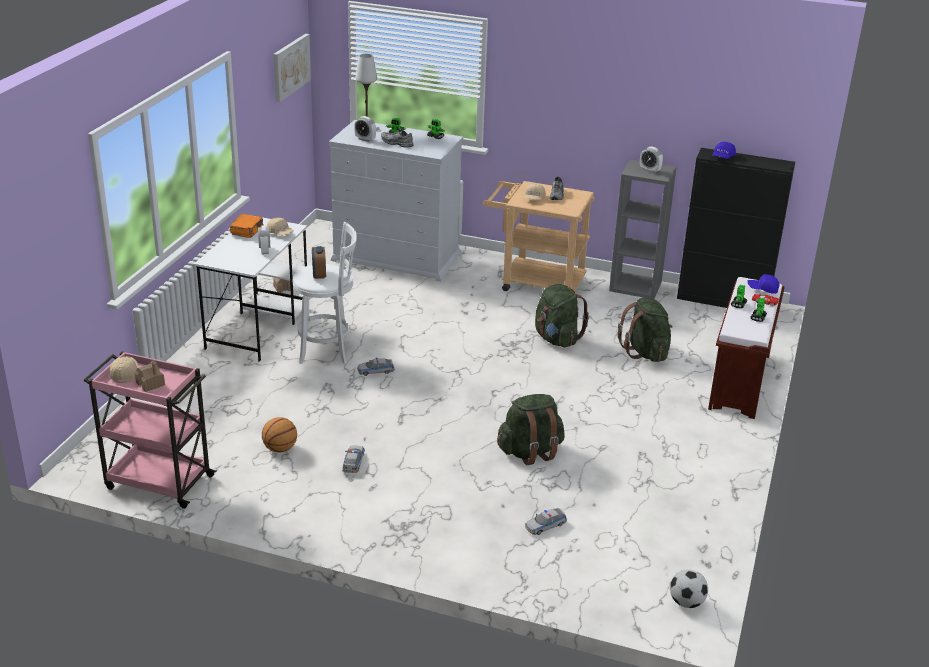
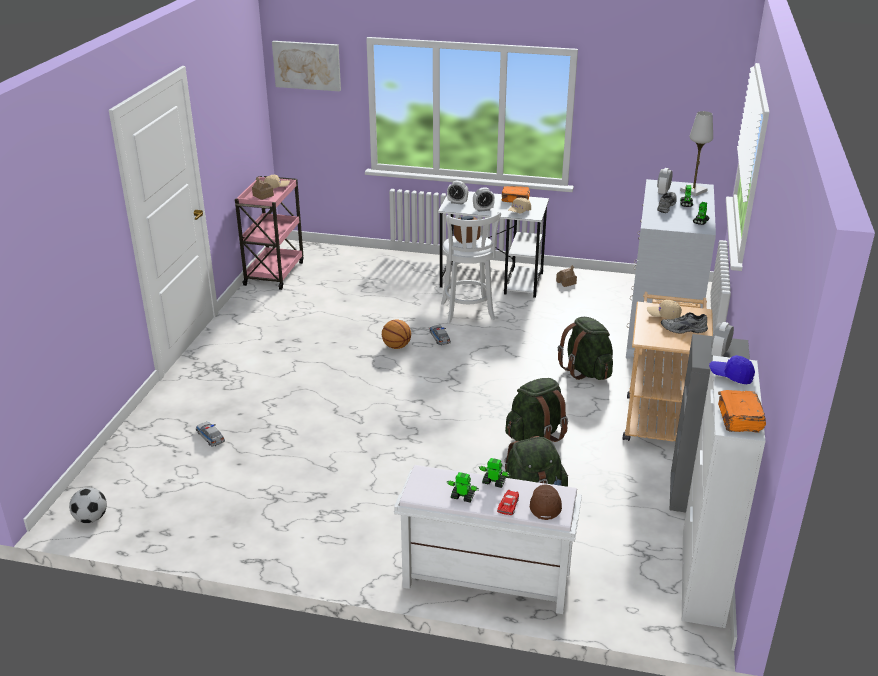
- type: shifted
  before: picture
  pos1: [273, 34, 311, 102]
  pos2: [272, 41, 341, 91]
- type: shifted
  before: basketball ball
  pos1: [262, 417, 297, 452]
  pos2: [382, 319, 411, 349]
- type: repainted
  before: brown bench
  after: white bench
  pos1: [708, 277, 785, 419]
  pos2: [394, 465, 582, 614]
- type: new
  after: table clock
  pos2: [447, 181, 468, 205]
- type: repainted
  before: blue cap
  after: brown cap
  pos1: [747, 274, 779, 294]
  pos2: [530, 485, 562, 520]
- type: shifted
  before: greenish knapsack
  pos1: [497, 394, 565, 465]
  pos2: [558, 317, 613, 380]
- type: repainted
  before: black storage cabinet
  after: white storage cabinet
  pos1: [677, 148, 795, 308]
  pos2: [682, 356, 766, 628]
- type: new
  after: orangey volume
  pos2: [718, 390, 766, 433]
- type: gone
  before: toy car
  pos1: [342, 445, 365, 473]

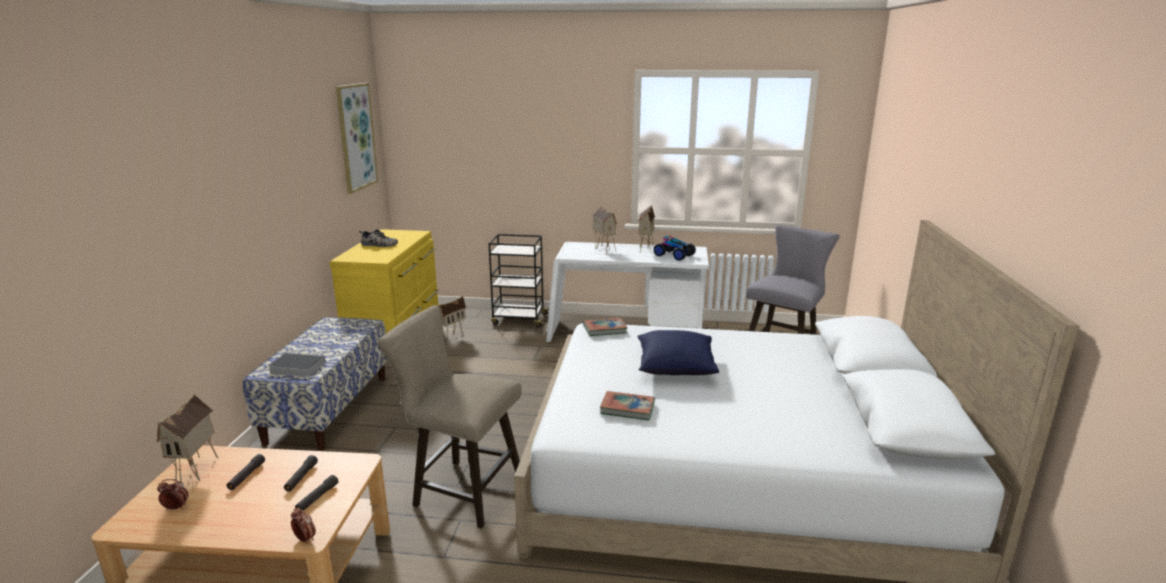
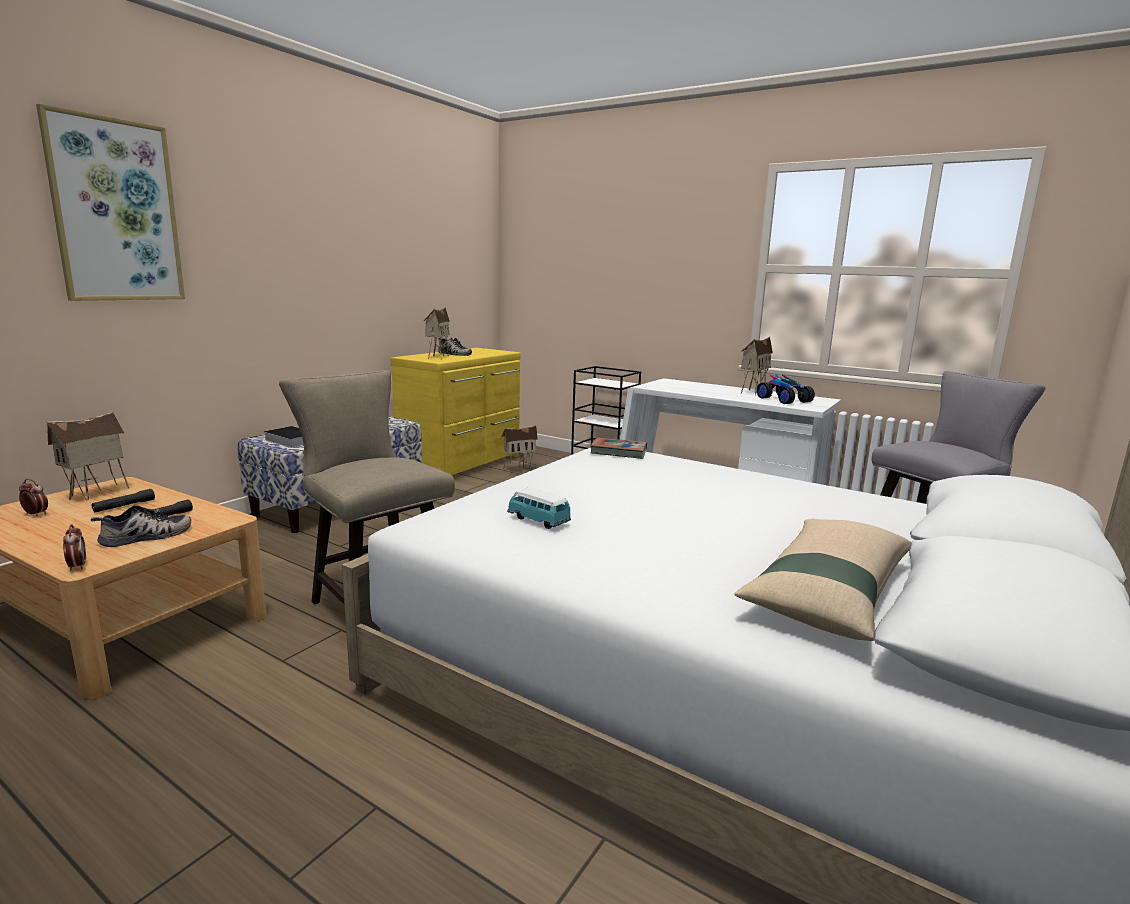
- type: shifted
  before: picture
  pos1: [336, 83, 378, 194]
  pos2: [36, 104, 185, 301]
- type: swapped
  before: black torch
  after: shoe
  pos1: [295, 475, 338, 511]
  pos2: [91, 506, 191, 547]
- type: shifted
  before: toy house
  pos1: [592, 205, 617, 254]
  pos2: [423, 307, 450, 360]
- type: swapped
  before: volume
  after: toy car
  pos1: [600, 391, 655, 421]
  pos2: [507, 488, 571, 529]
- type: new
  after: sand-coloured throw pillow
  pos2: [734, 519, 911, 641]
- type: gone
  before: blue throw pillow
  pos1: [637, 330, 719, 375]

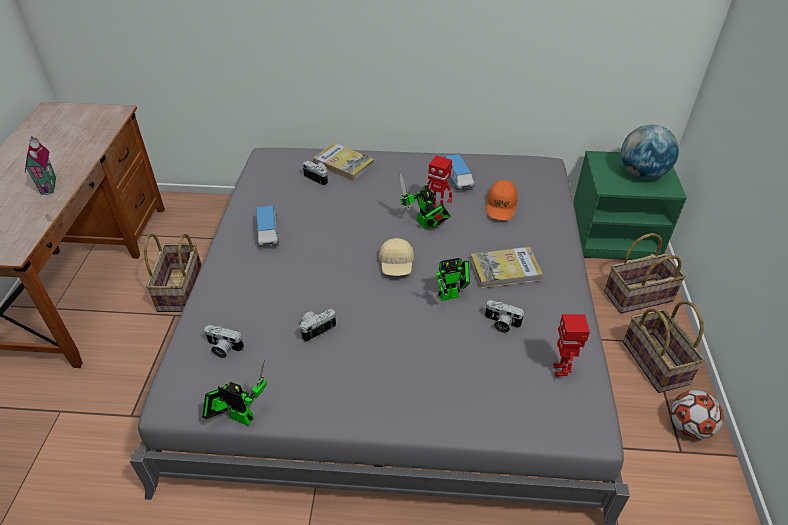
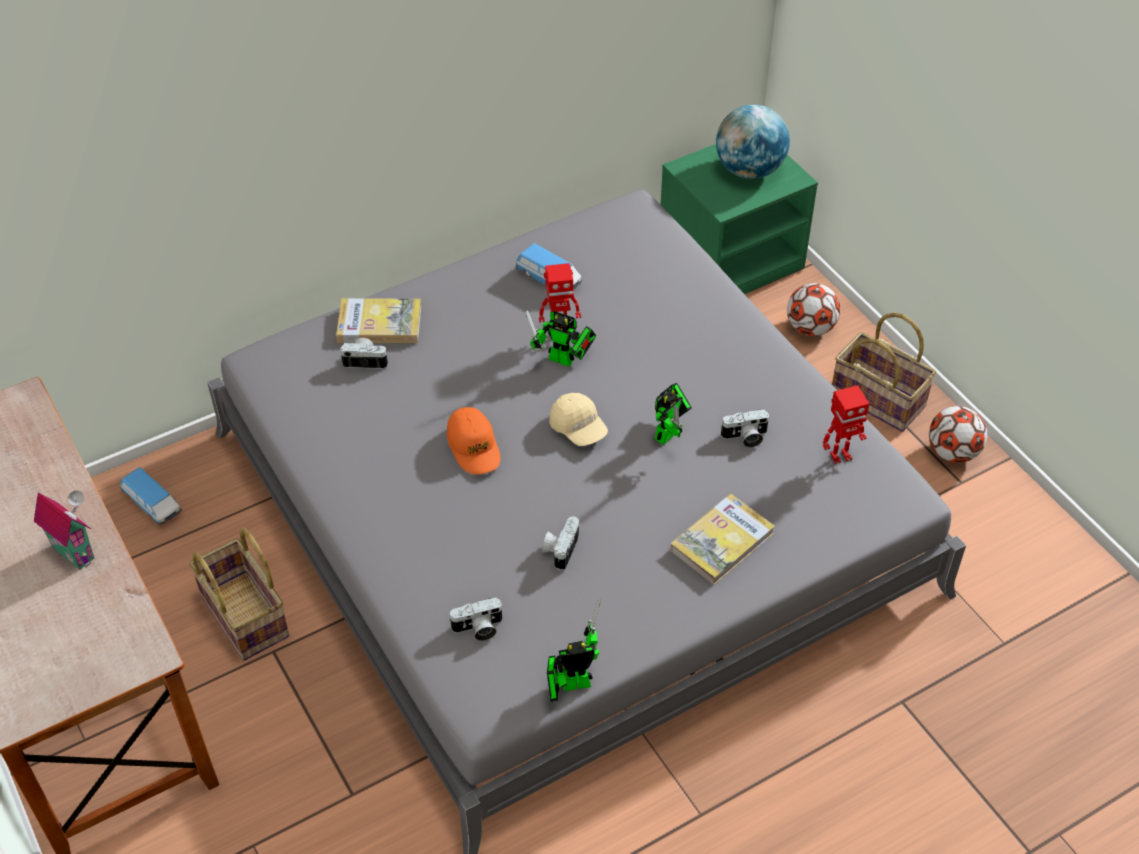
- type: shifted
  before: toy car
  pos1: [256, 205, 279, 246]
  pos2: [120, 467, 182, 525]
- type: shifted
  before: orangey cap
  pos1: [486, 180, 518, 220]
  pos2: [447, 407, 501, 475]
- type: shifted
  before: volume
  pos1: [470, 247, 543, 288]
  pos2: [670, 494, 775, 585]
- type: swapped
  before: household basket
  after: football ball
  pos1: [604, 233, 686, 313]
  pos2: [787, 283, 840, 336]
- type: rotated
  before: model robot
  pos1: [553, 314, 590, 377]
  pos2: [823, 385, 869, 464]
  turn: -75

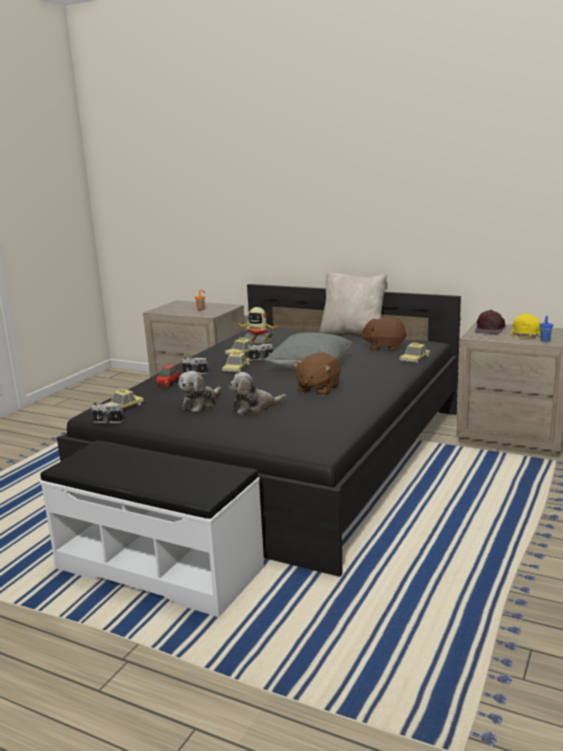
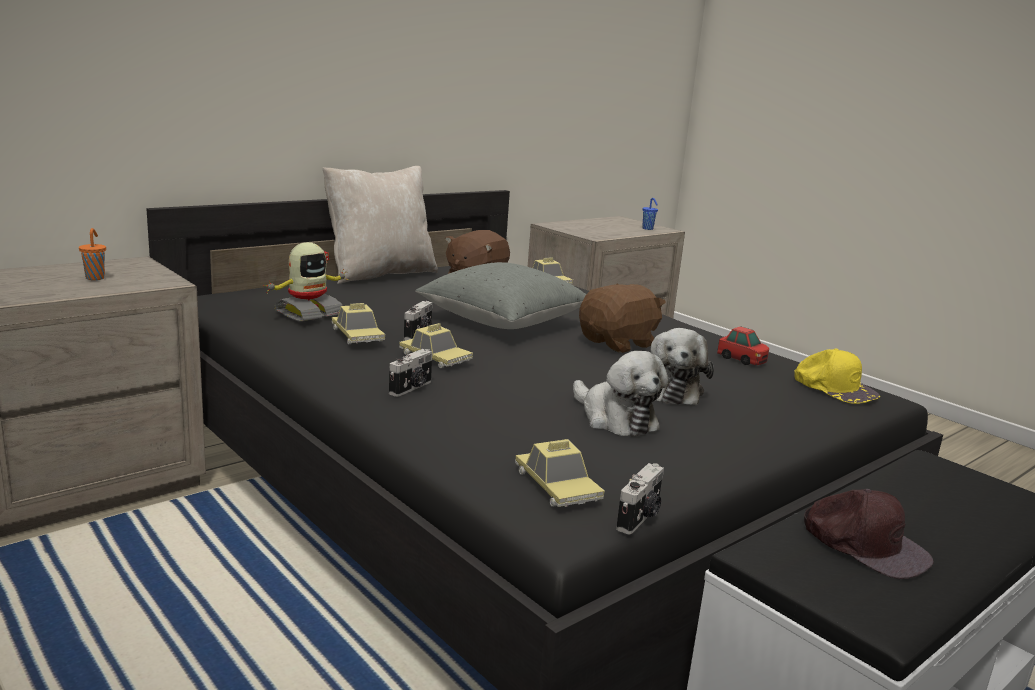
- type: rotated
  before: brown plush toy
  pos1: [293, 352, 341, 396]
  pos2: [579, 284, 666, 353]
  turn: -90
- type: shifted
  before: toy car
  pos1: [156, 366, 180, 387]
  pos2: [717, 326, 769, 365]
- type: shifted
  before: yellowish cap
  pos1: [510, 313, 541, 338]
  pos2: [794, 349, 880, 404]
- type: shifted
  before: brown cap
  pos1: [475, 310, 506, 334]
  pos2: [804, 489, 934, 579]

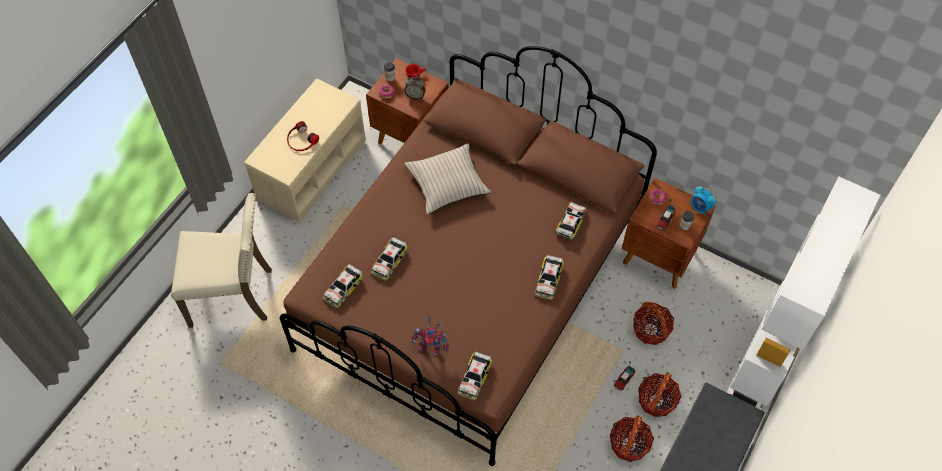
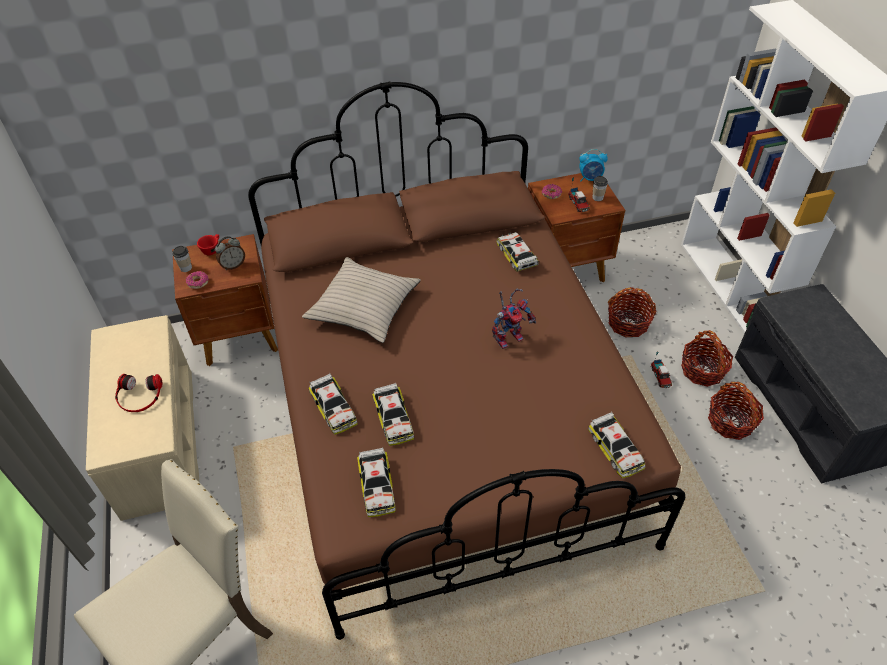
- type: shifted
  before: toy car
  pos1: [535, 255, 564, 300]
  pos2: [308, 374, 358, 435]
- type: shifted
  before: model robot
  pos1: [412, 316, 449, 356]
  pos2: [492, 289, 536, 349]

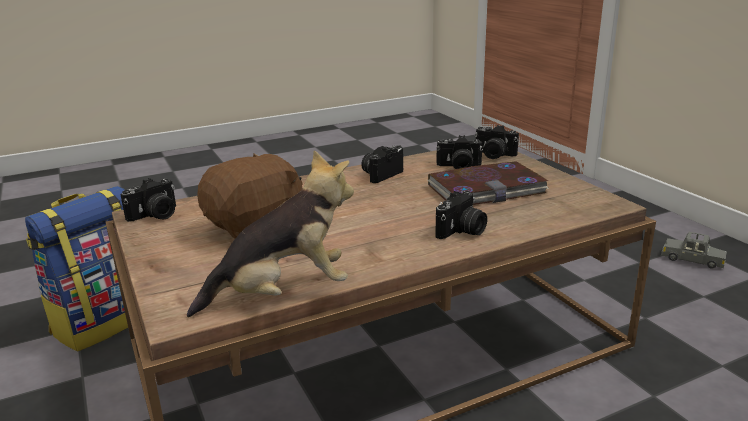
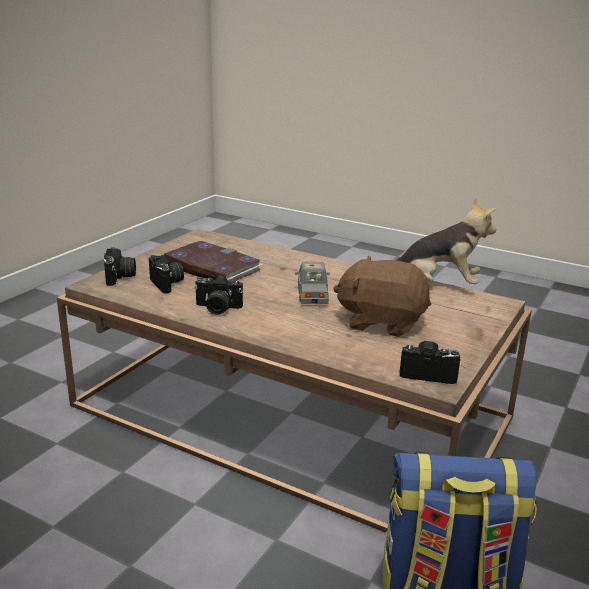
- type: shifted
  before: greyish toy car
  pos1: [661, 232, 727, 269]
  pos2: [295, 262, 330, 304]
- type: rotated
  before: plush toy
  pos1: [187, 150, 354, 317]
  pos2: [396, 198, 496, 284]
  turn: 150
- type: gone
  before: still camera
  pos1: [435, 191, 487, 239]

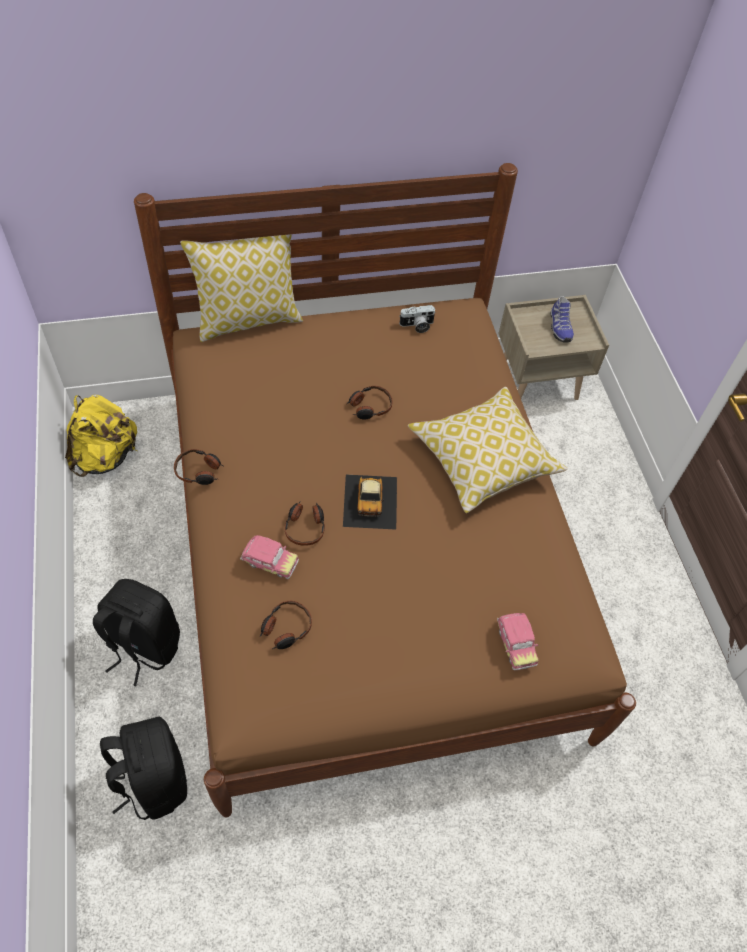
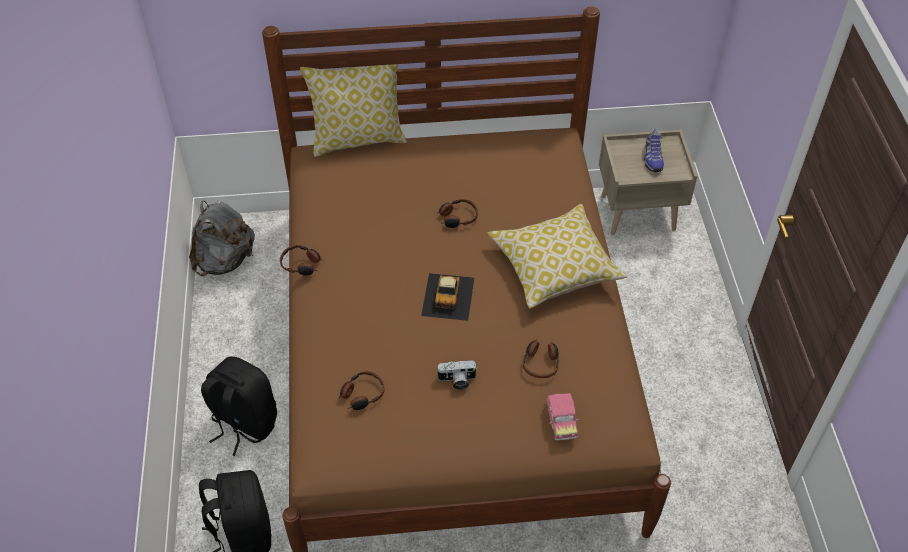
- type: repainted
  before: yellowish knapsack
  after: greyish knapsack
  pos1: [65, 394, 137, 477]
  pos2: [189, 201, 255, 276]
- type: shifted
  before: still camera
  pos1: [399, 305, 436, 333]
  pos2: [436, 360, 477, 390]
- type: shifted
  before: pair of headphones
  pos1: [285, 502, 325, 546]
  pos2: [523, 340, 559, 378]
- type: gone
  before: toy car
  pos1: [240, 535, 299, 579]

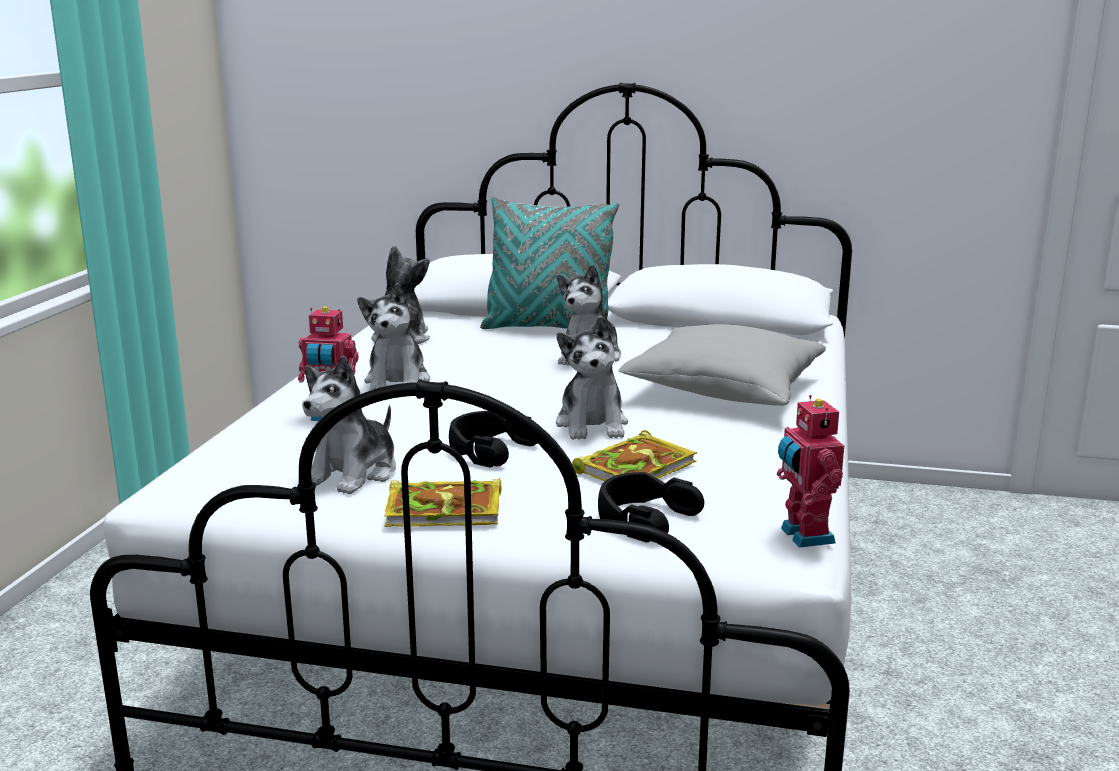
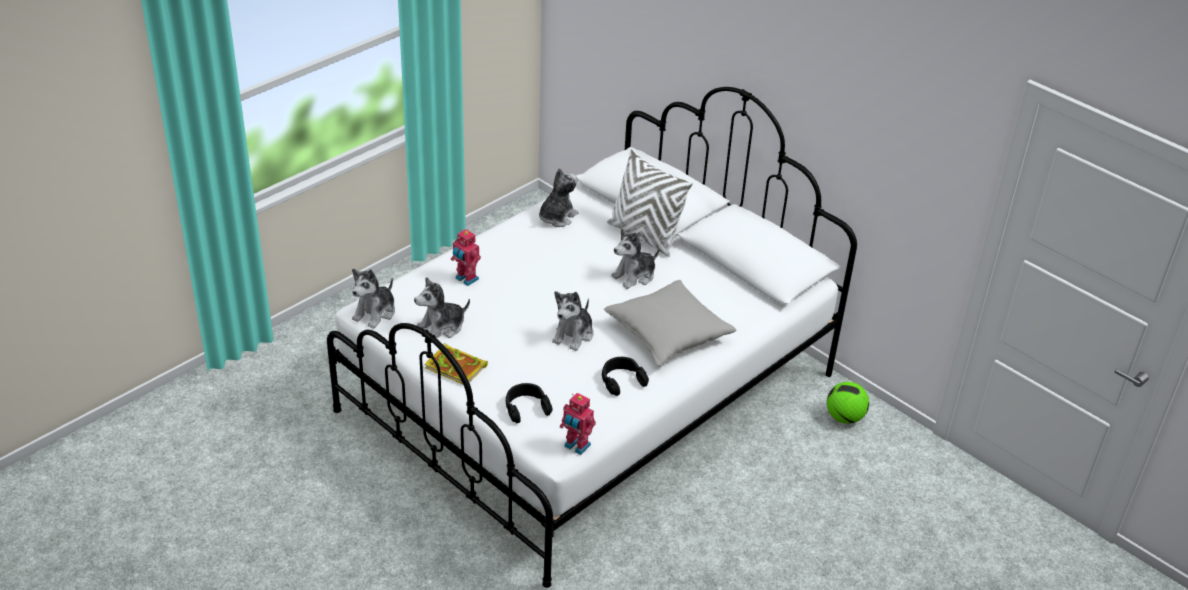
- type: shifted
  before: plush toy
  pos1: [357, 283, 430, 391]
  pos2: [352, 269, 395, 328]
- type: rotated
  before: model robot
  pos1: [777, 395, 844, 547]
  pos2: [560, 393, 596, 455]
  turn: -75
- type: shifted
  before: black pair of headphones
  pos1: [449, 411, 537, 468]
  pos2: [602, 357, 649, 396]
- type: repainted
  before: blue-green throw pillow
  after: white throw pillow
  pos1: [480, 197, 619, 329]
  pos2: [607, 149, 693, 257]
- type: new
  after: football ball
  pos2: [827, 382, 869, 424]
- type: gone
  before: volume
  pos1: [572, 430, 697, 481]

